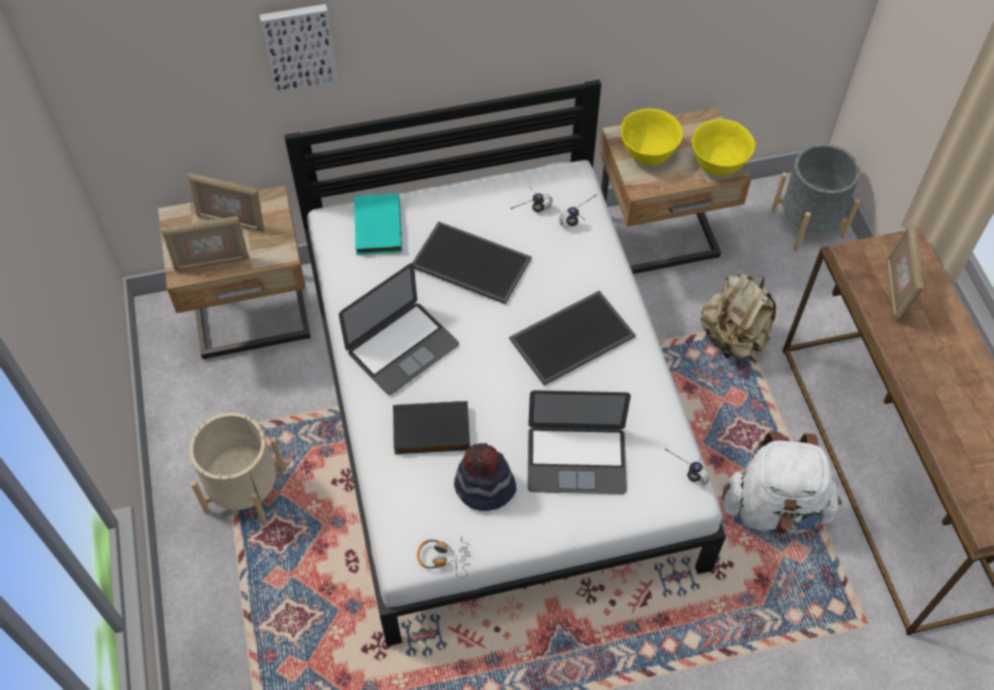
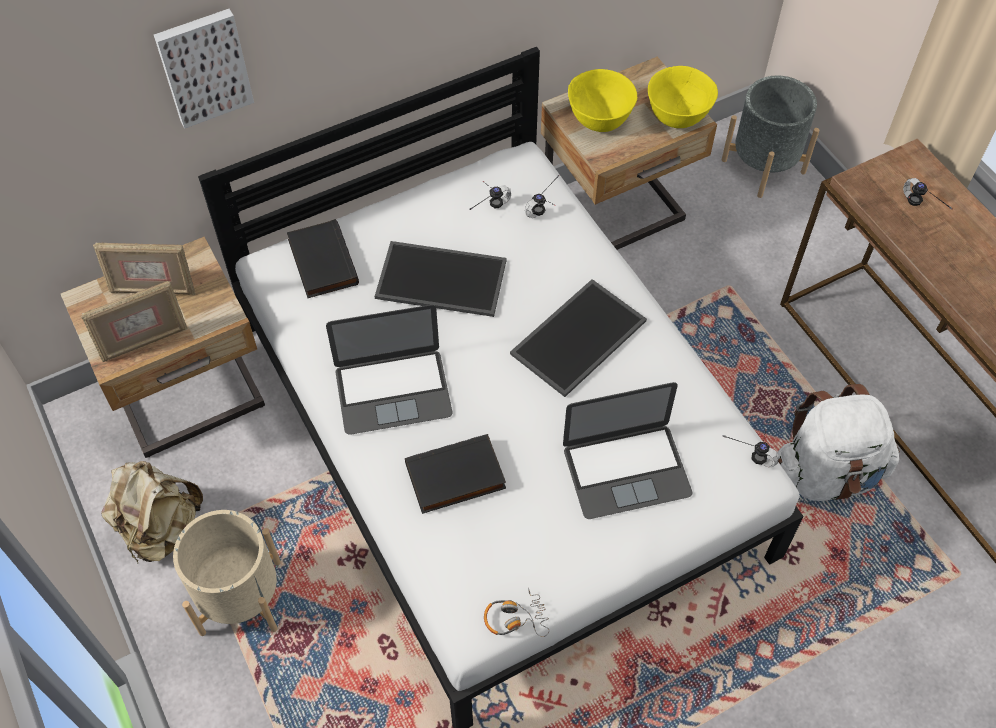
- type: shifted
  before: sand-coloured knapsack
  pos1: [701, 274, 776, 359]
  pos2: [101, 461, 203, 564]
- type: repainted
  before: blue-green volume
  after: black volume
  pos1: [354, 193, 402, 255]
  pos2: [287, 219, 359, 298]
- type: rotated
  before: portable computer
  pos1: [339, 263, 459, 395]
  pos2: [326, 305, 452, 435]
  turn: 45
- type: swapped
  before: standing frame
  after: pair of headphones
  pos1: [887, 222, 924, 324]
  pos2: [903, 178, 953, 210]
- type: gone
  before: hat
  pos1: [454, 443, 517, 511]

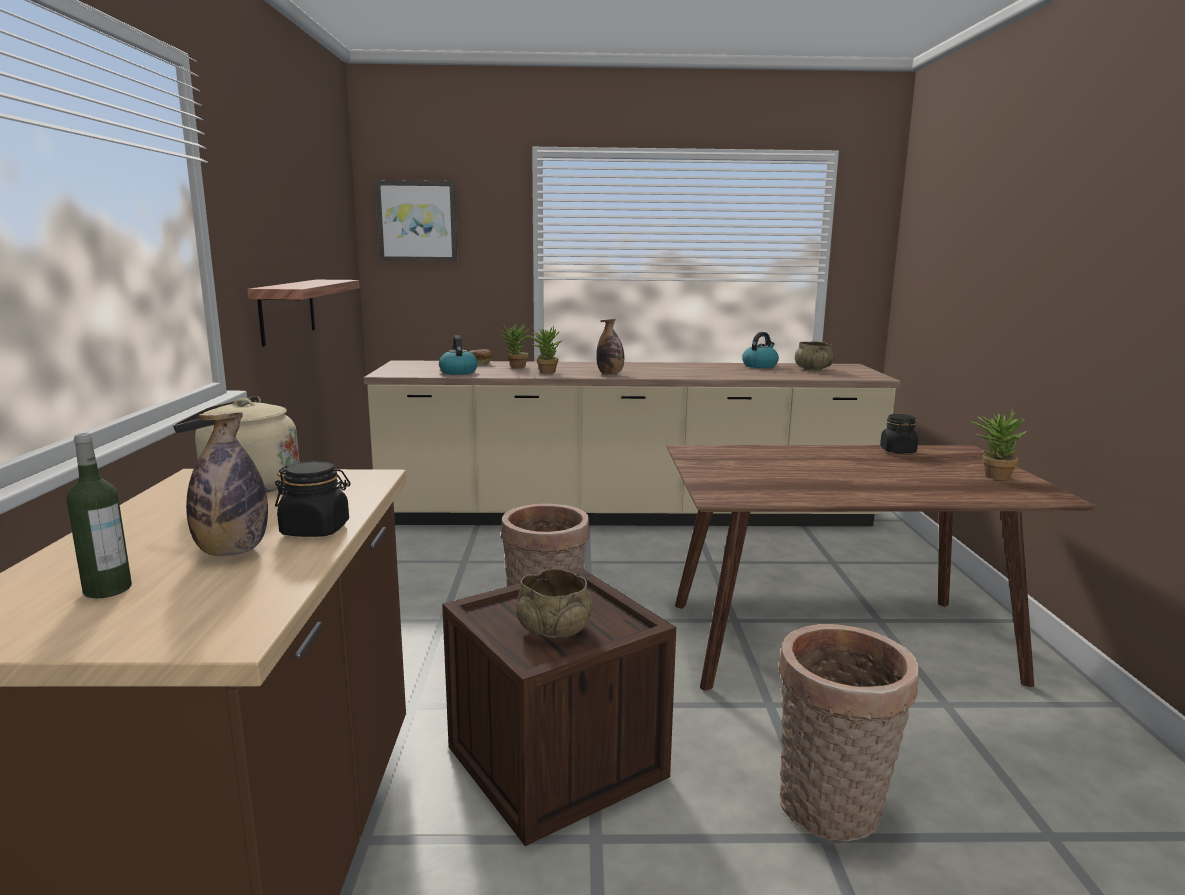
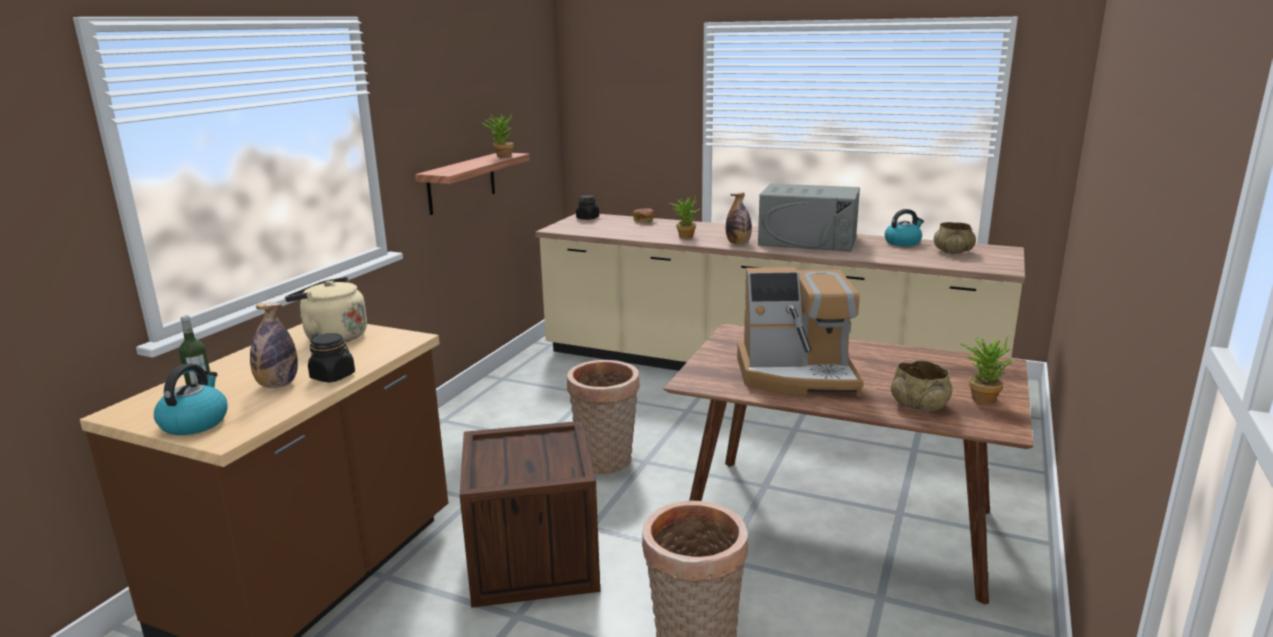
- type: shifted
  before: water kettle
  pos1: [439, 335, 478, 375]
  pos2: [154, 364, 228, 435]
- type: shifted
  before: plant in a pot
  pos1: [499, 323, 533, 368]
  pos2: [482, 113, 514, 158]
- type: shifted
  before: black preserve jar
  pos1: [880, 414, 918, 454]
  pos2: [576, 195, 599, 220]
- type: new
  after: coffee machine
  pos2: [737, 267, 864, 397]
- type: new
  after: greyish microwave oven
  pos2: [758, 184, 860, 252]
- type: shifted
  before: sand-coloured bowl
  pos1: [516, 569, 592, 638]
  pos2: [891, 360, 952, 412]
- type: gone
  before: picture
  pos1: [375, 180, 458, 262]

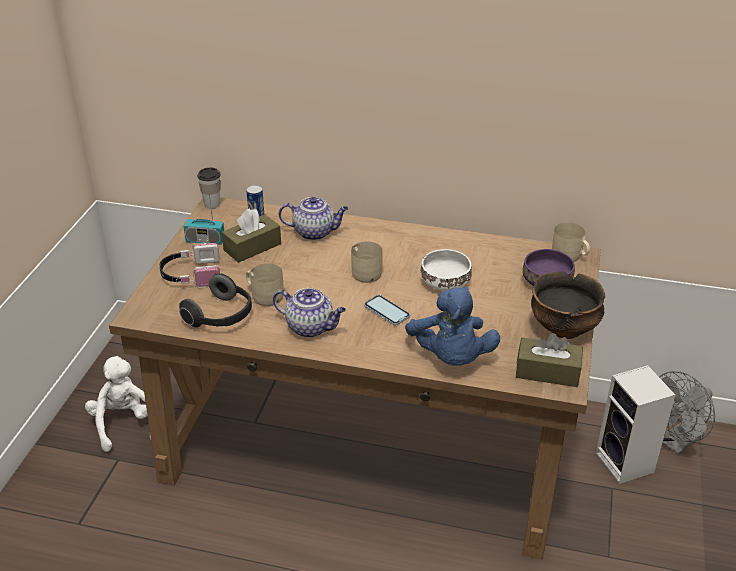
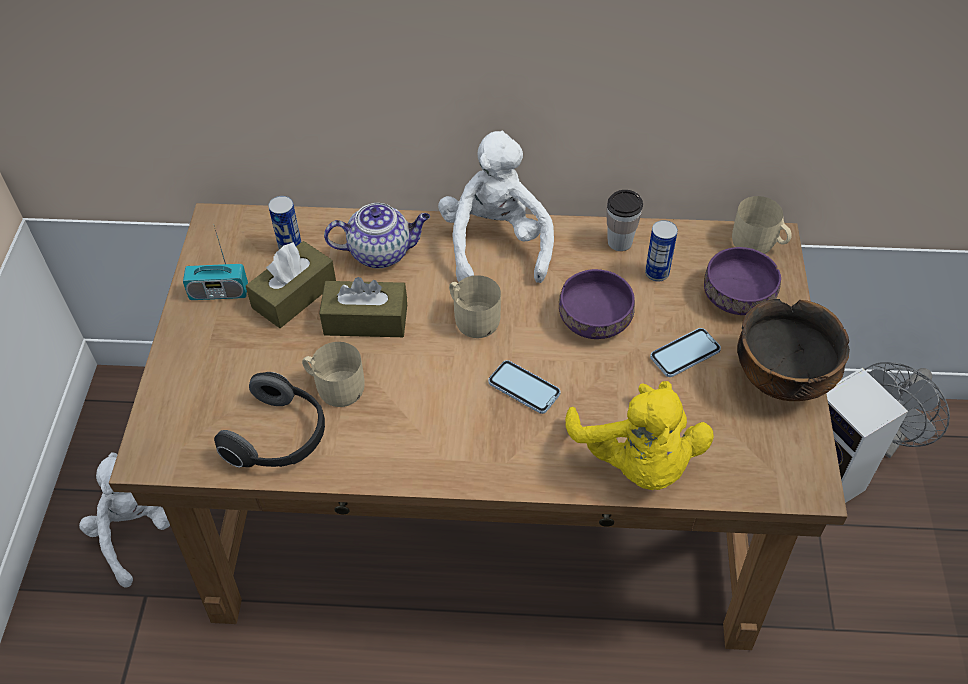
- type: shifted
  before: brown tissue holder
  pos1: [516, 333, 583, 387]
  pos2: [319, 277, 407, 337]
- type: new
  after: white plush toy
  pos2: [438, 131, 554, 283]
- type: repainted
  before: white bowl
  after: purple bowl
  pos1: [421, 249, 472, 290]
  pos2: [559, 269, 635, 339]
- type: repainted
  before: blue plush toy
  after: yellowish plush toy
  pos1: [405, 287, 500, 366]
  pos2: [565, 381, 714, 490]
- type: shifted
  before: small cup
  pos1: [197, 168, 221, 209]
  pos2: [607, 190, 643, 251]
- type: new
  after: metal can
  pos2: [645, 220, 678, 282]
- type: new
  after: phone
  pos2: [650, 328, 721, 377]
- type: gone
  before: pair of headphones
  pos1: [159, 243, 220, 288]
- type: gone
  before: teapot
  pos1: [273, 288, 346, 338]

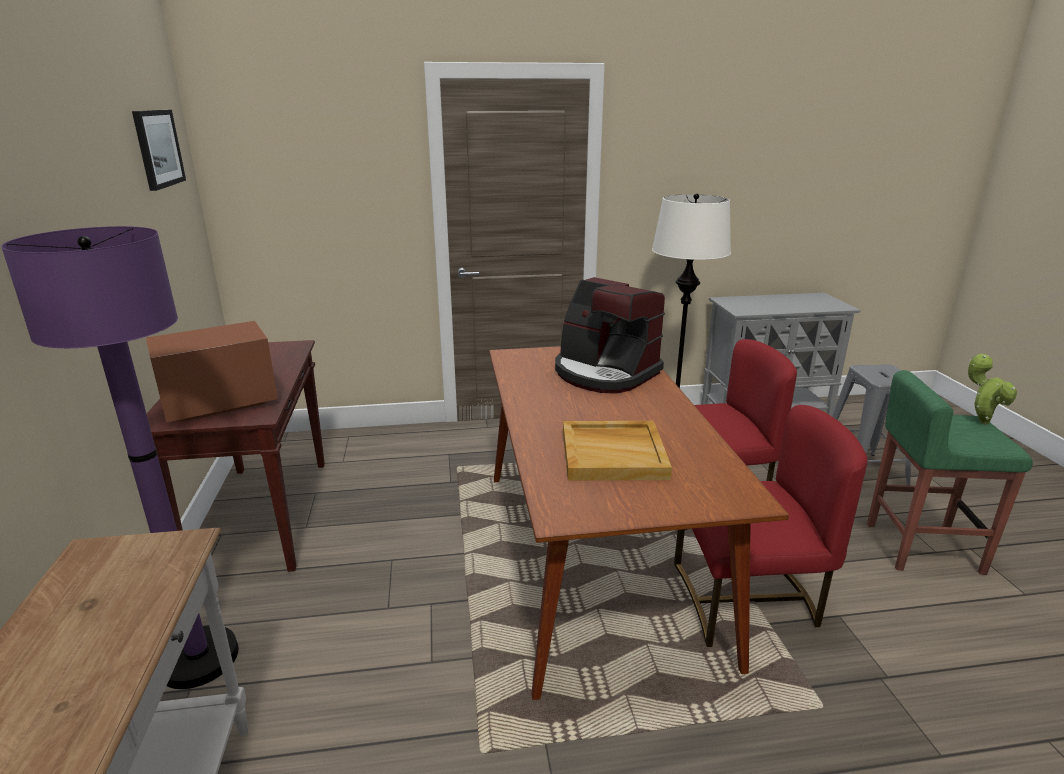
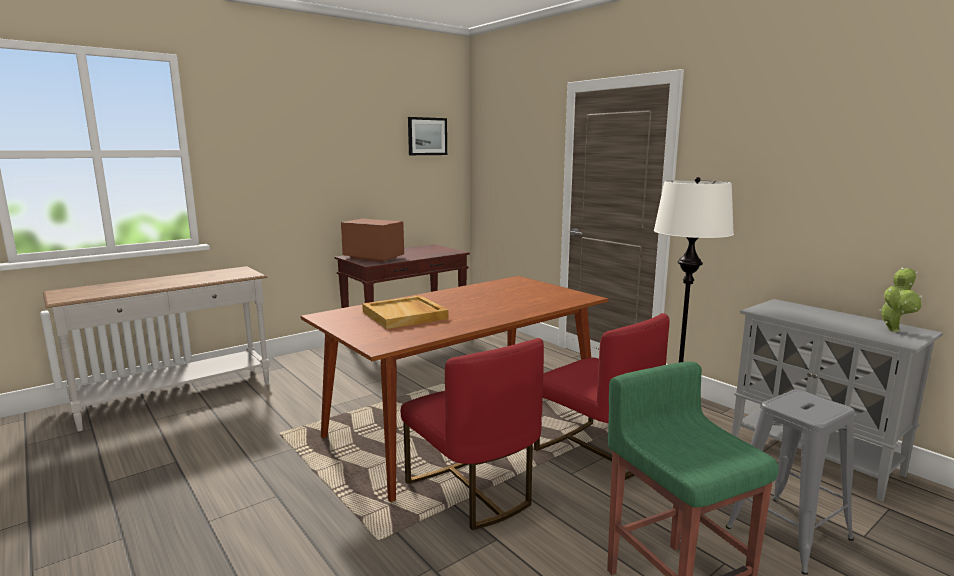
- type: shifted
  before: plant in a pot
  pos1: [968, 354, 1017, 425]
  pos2: [879, 267, 922, 332]
- type: gone
  before: purple standard lamp
  pos1: [1, 226, 239, 689]
- type: gone
  before: coffee machine
  pos1: [555, 277, 665, 394]

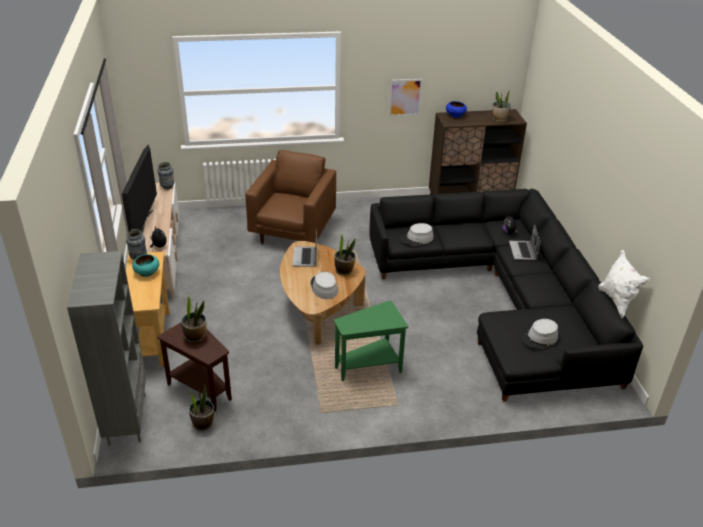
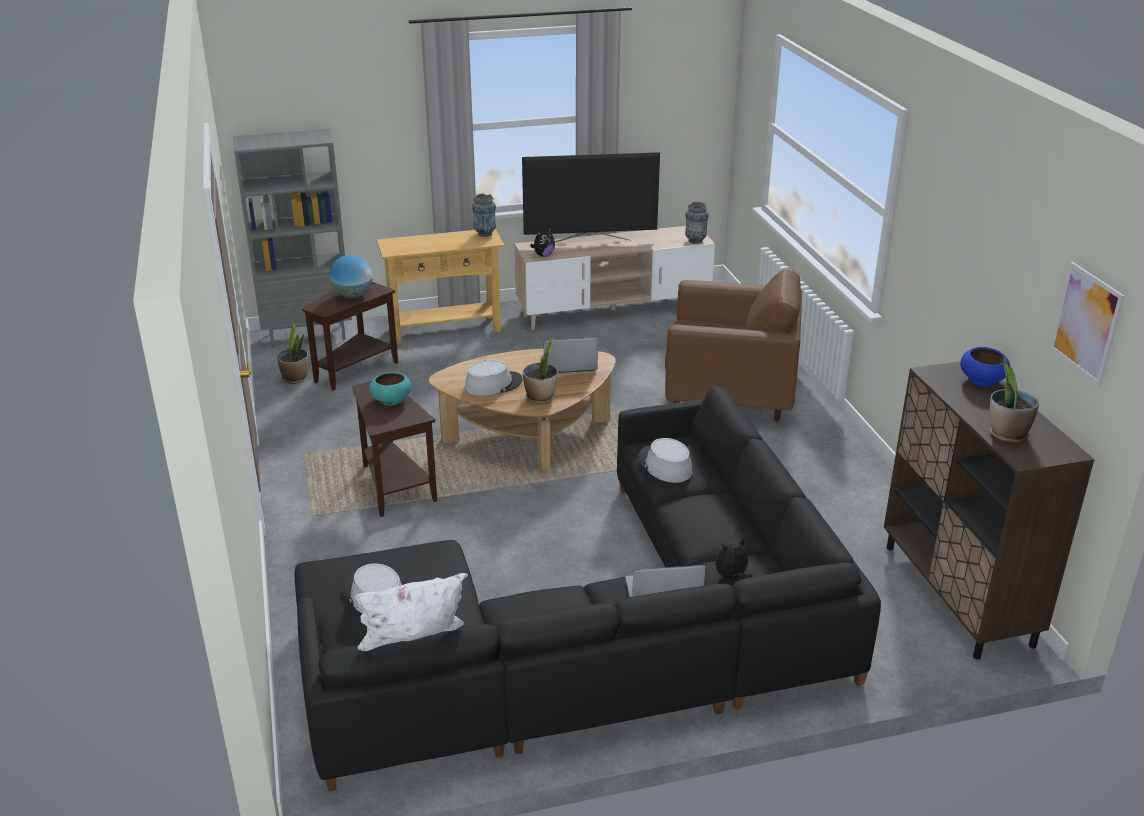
- type: swapped
  before: plant in a pot
  after: desk globe
  pos1: [181, 294, 206, 343]
  pos2: [329, 255, 373, 298]
- type: repainted
  before: greenish end table
  after: brown end table
  pos1: [334, 300, 408, 381]
  pos2: [352, 381, 437, 517]
- type: shifted
  before: blue-green bowl
  pos1: [132, 254, 159, 277]
  pos2: [369, 372, 412, 406]
- type: shifted
  before: picture
  pos1: [389, 79, 423, 117]
  pos2: [1050, 262, 1124, 386]

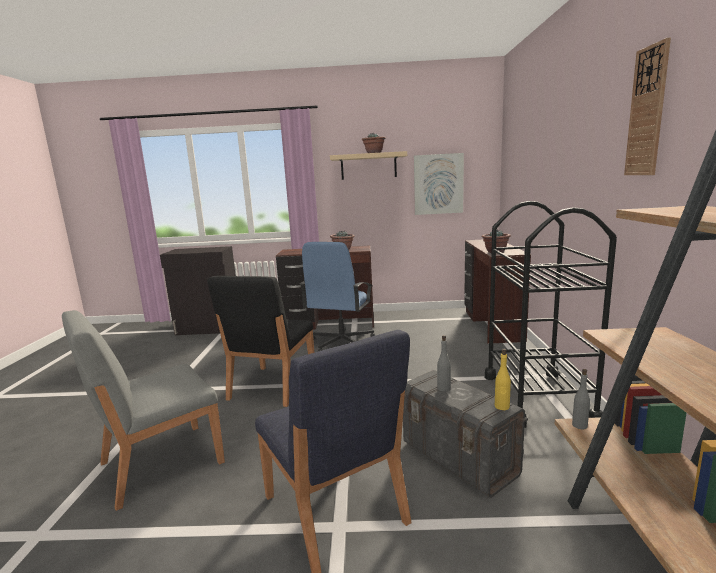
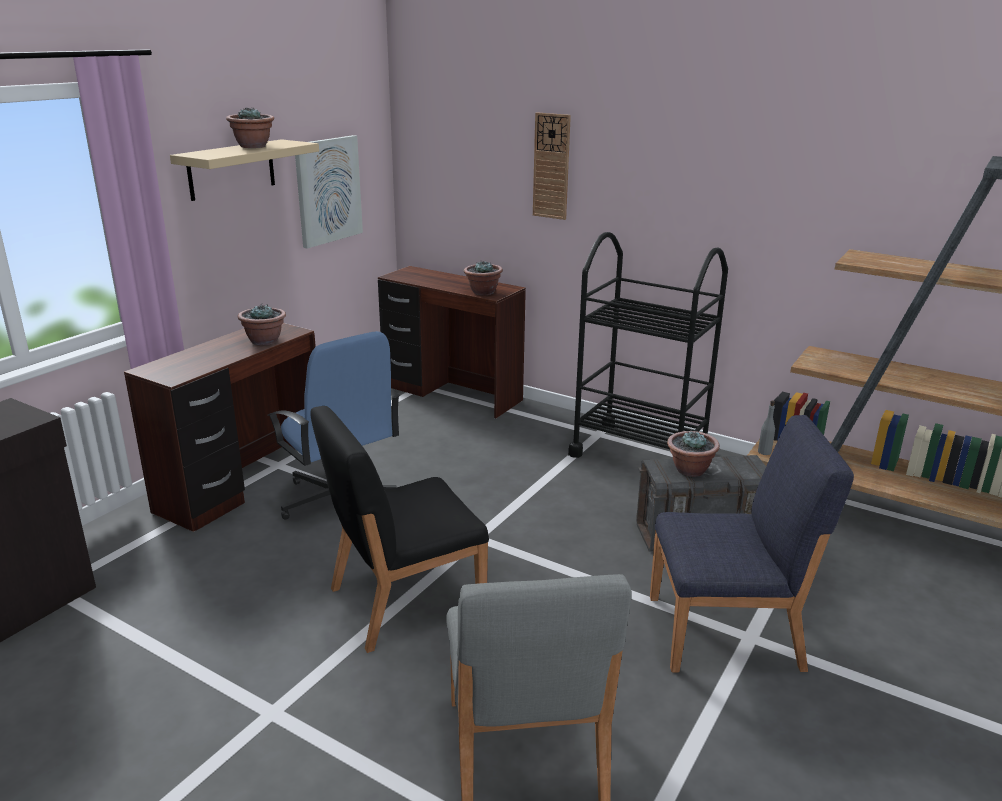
- type: rotated
  before: black upright chair
  pos1: [208, 276, 314, 407]
  pos2: [310, 406, 489, 653]
  turn: 105
- type: shifted
  before: clock on the wall
  pos1: [624, 38, 671, 175]
  pos2: [533, 113, 571, 220]
- type: swapped
  before: greyish beverage bottle
  after: plant in a pot
  pos1: [437, 335, 451, 392]
  pos2: [667, 431, 720, 477]
- type: gone
  before: yellowish beverage bottle
  pos1: [495, 349, 511, 410]

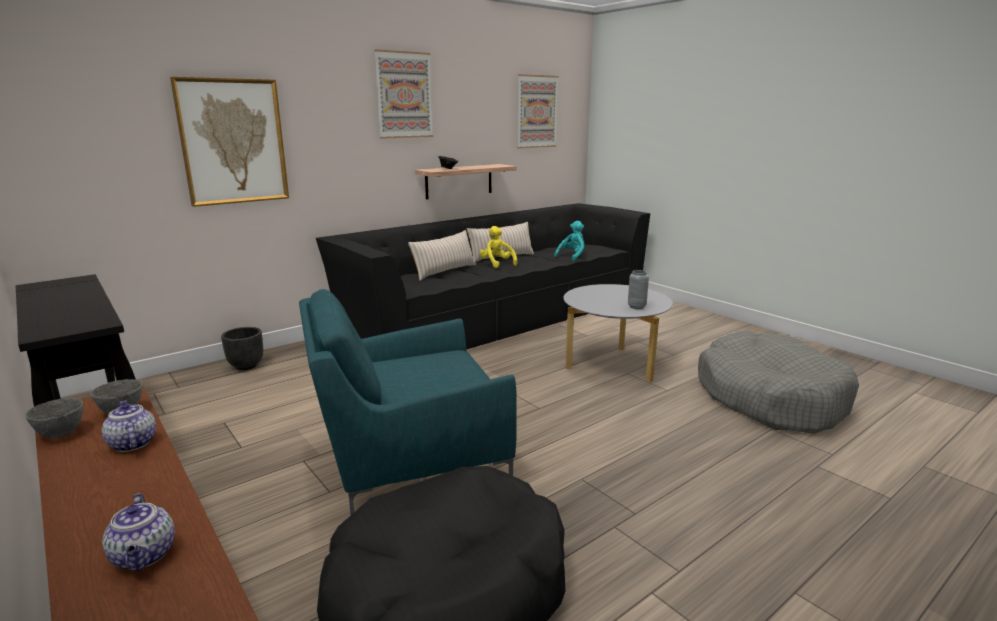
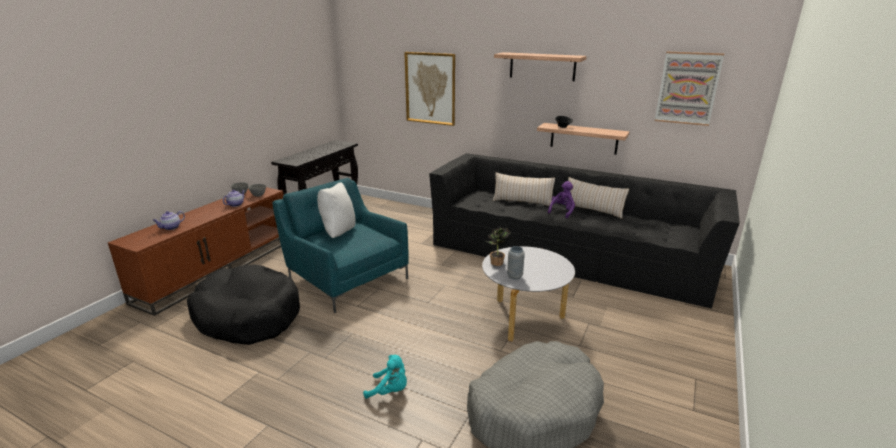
- type: new
  after: white throw pillow
  pos2: [317, 182, 356, 238]
- type: shifted
  before: blue-green plush toy
  pos1: [554, 221, 584, 262]
  pos2: [363, 355, 407, 399]
- type: new
  after: plant in a pot
  pos2: [486, 226, 511, 266]
- type: swapped
  before: picture
  after: wall shelf
  pos1: [374, 49, 433, 139]
  pos2: [494, 52, 587, 81]
- type: repainted
  before: yellowish plush toy
  after: purple plush toy
  pos1: [480, 226, 517, 268]
  pos2: [548, 181, 575, 218]
- type: gone
  before: black planter
  pos1: [221, 327, 263, 370]

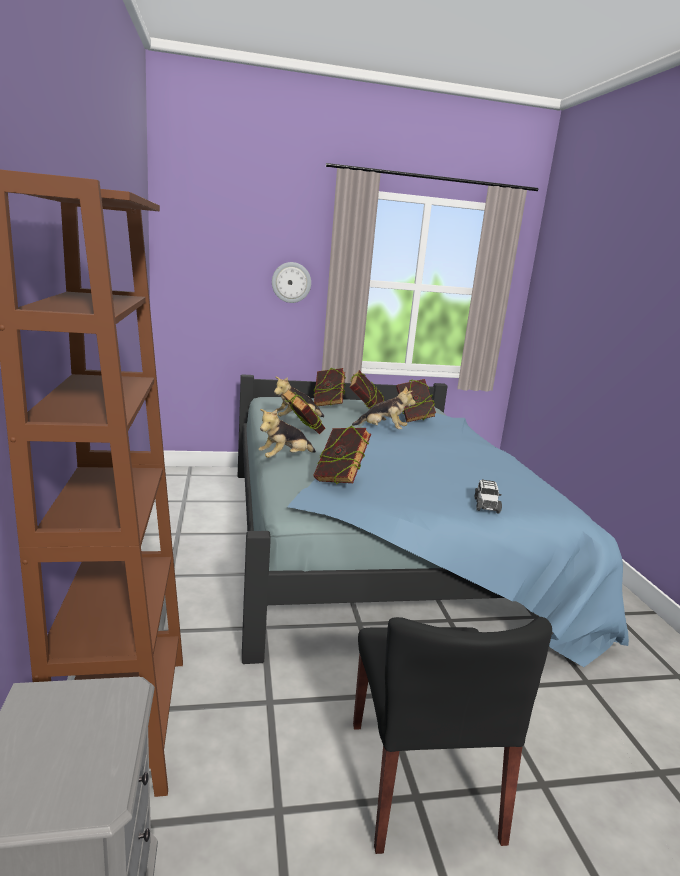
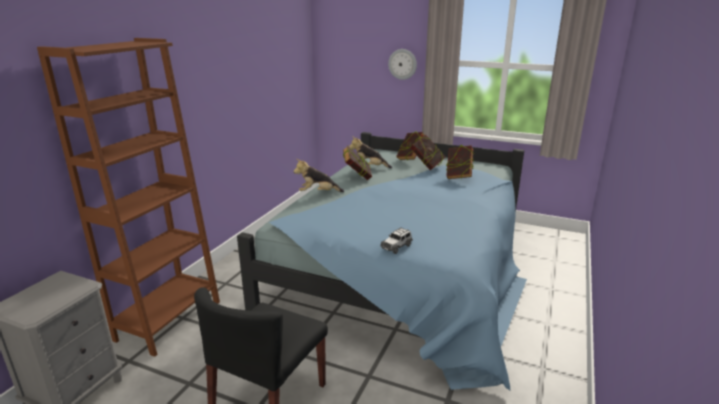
- type: gone
  before: volume
  pos1: [313, 425, 371, 484]
- type: gone
  before: plush toy
  pos1: [352, 387, 416, 429]

